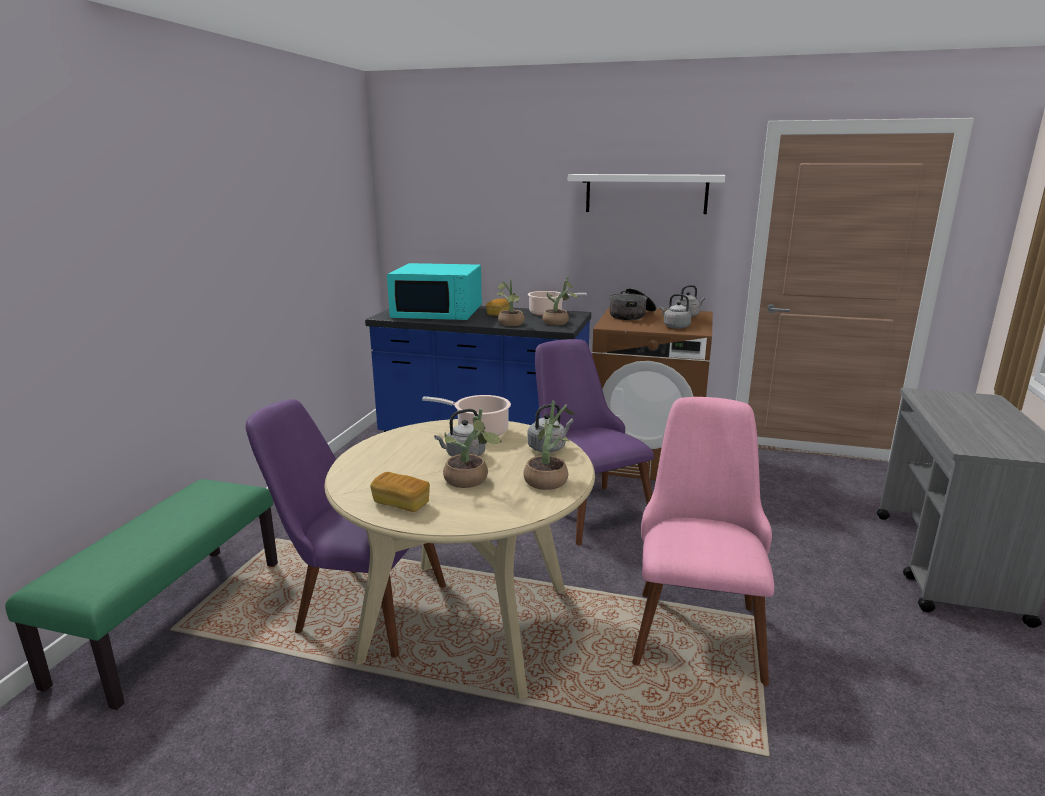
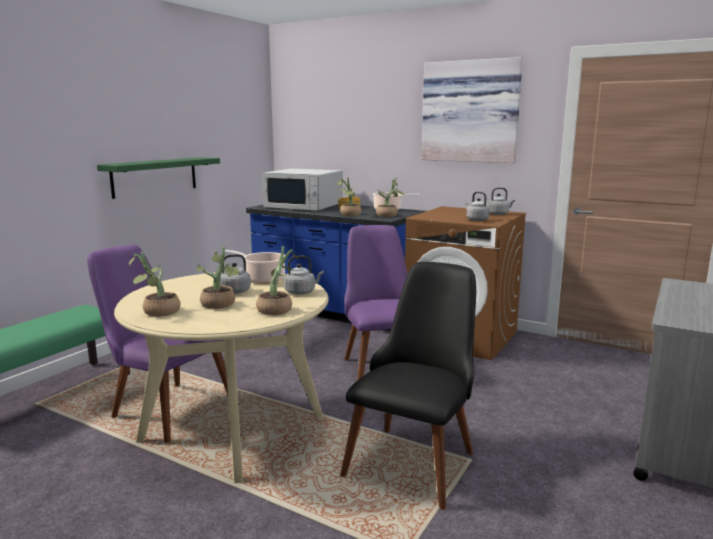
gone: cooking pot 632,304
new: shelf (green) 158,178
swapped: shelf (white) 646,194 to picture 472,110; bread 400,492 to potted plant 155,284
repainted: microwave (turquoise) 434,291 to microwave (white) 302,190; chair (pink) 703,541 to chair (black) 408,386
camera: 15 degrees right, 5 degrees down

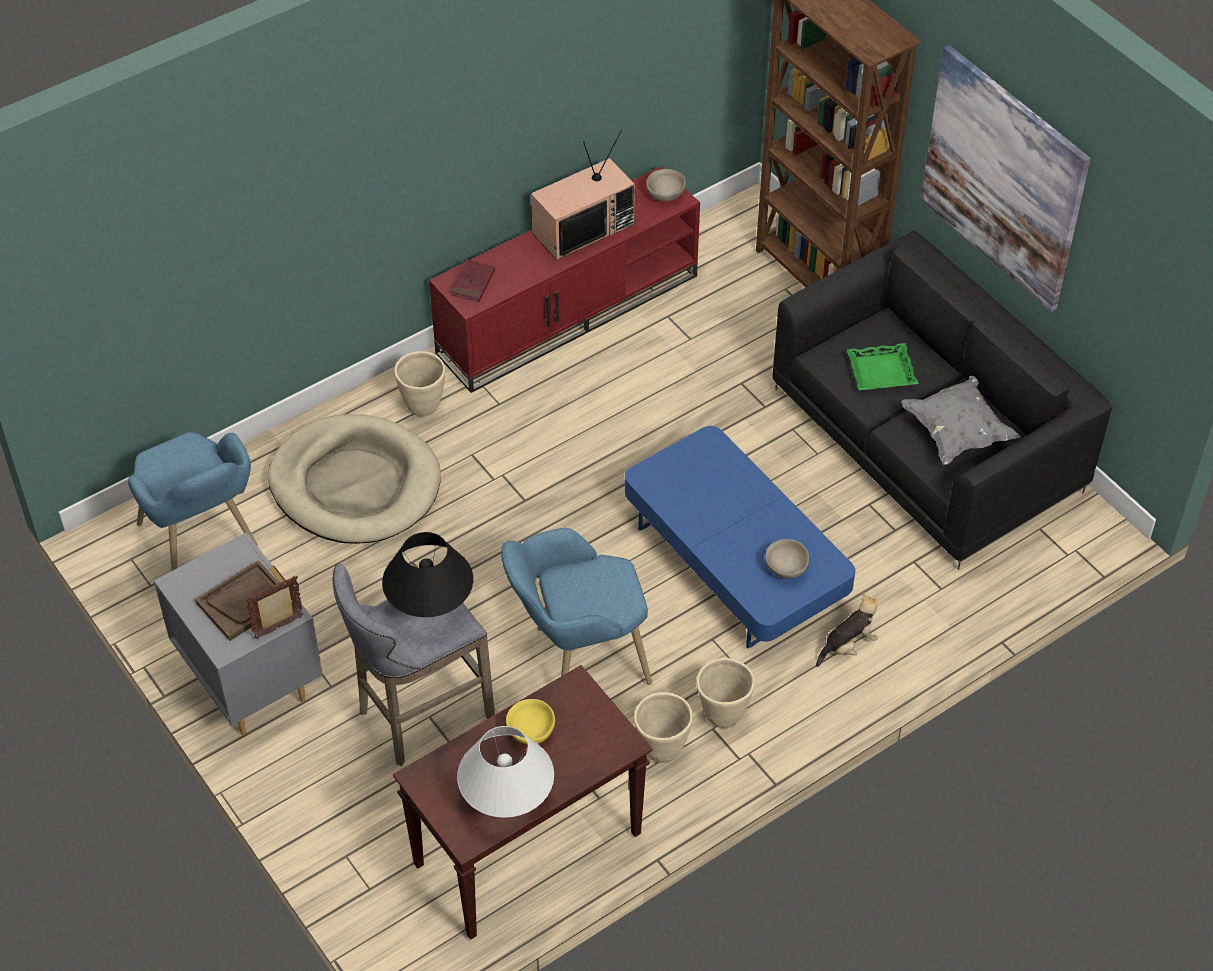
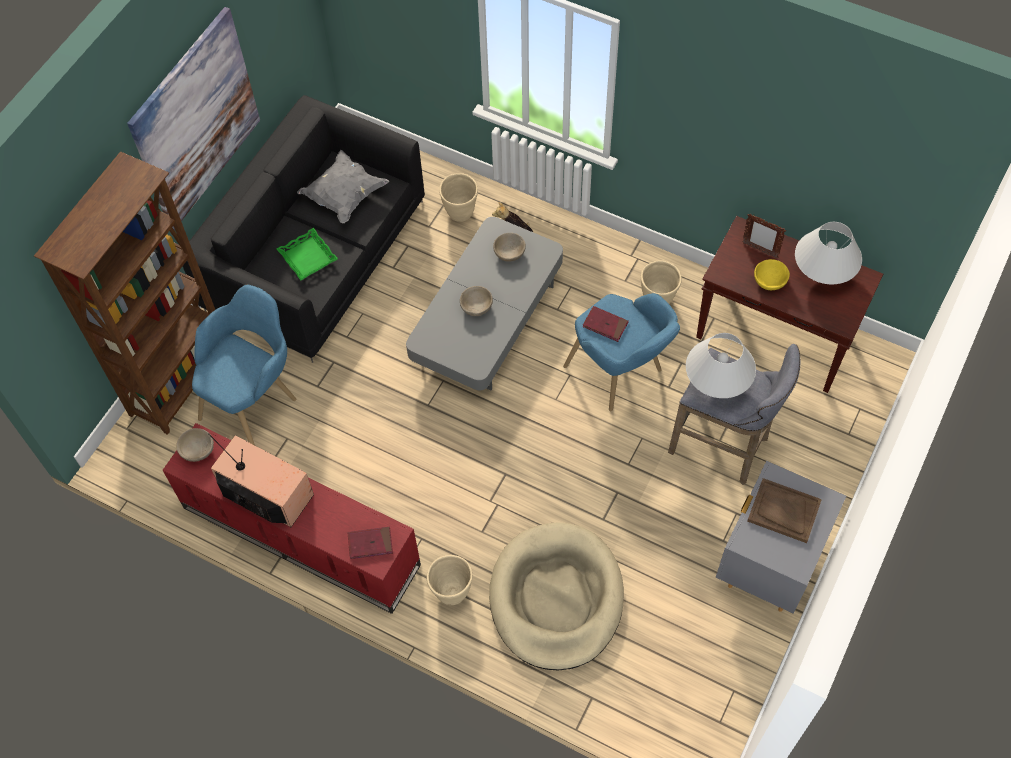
new: bowl (beige) 476,301; book (red) 605,324
shifted: armchair (blue) 193,501 to 244,364; picture frame 274,607 to 764,236; planter (beige) 725,693 to 458,197
repainted: coffee table (blue) 740,537 to coffee table (grey) 484,303; table lamp (black) 427,574 to table lamp (white) 721,365
camera: 115 degrees left, 10 degrees up

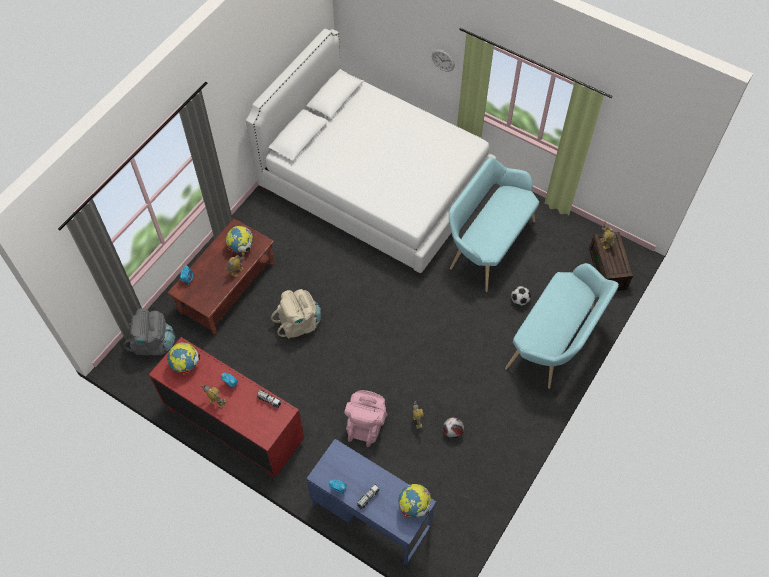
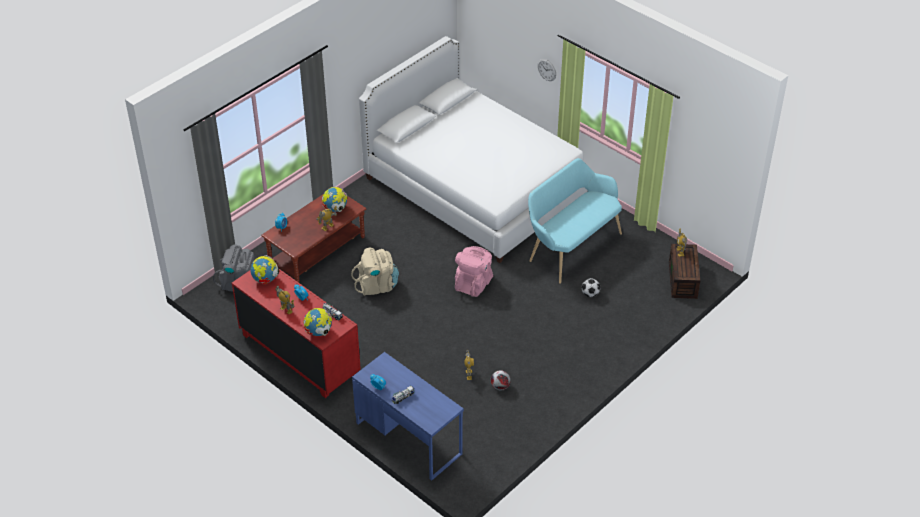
gone: bench (turquoise) 562,326
shifted: backpack (pink) 365,418 to 474,271; globe 414,501 to 318,322
camera: 10 degrees right, 15 degrees down

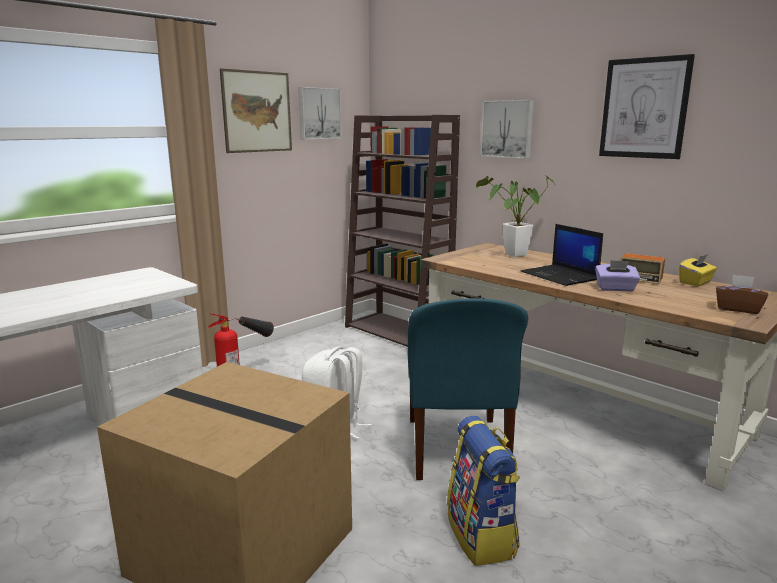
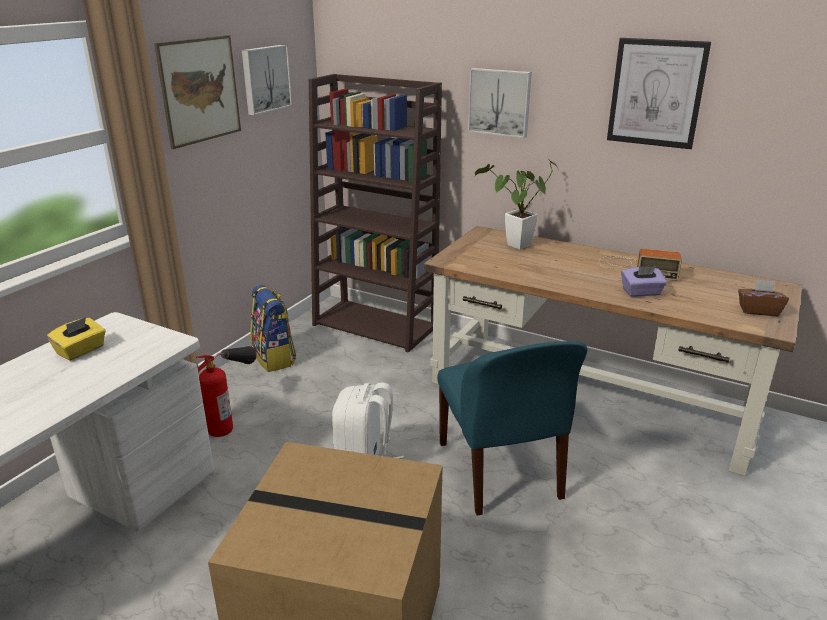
gone: laptop 562,255
shifted: tissue box (yellow) 698,270 to 76,339; backpack 483,491 to 273,328
camera: 15 degrees left, 10 degrees up

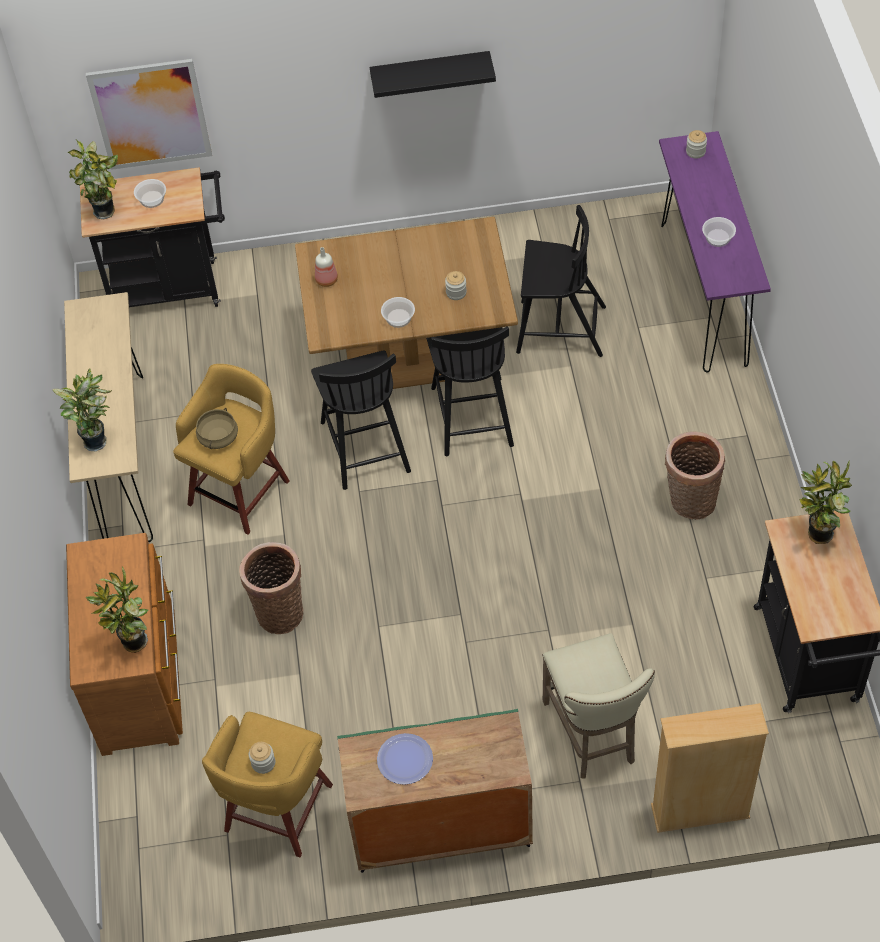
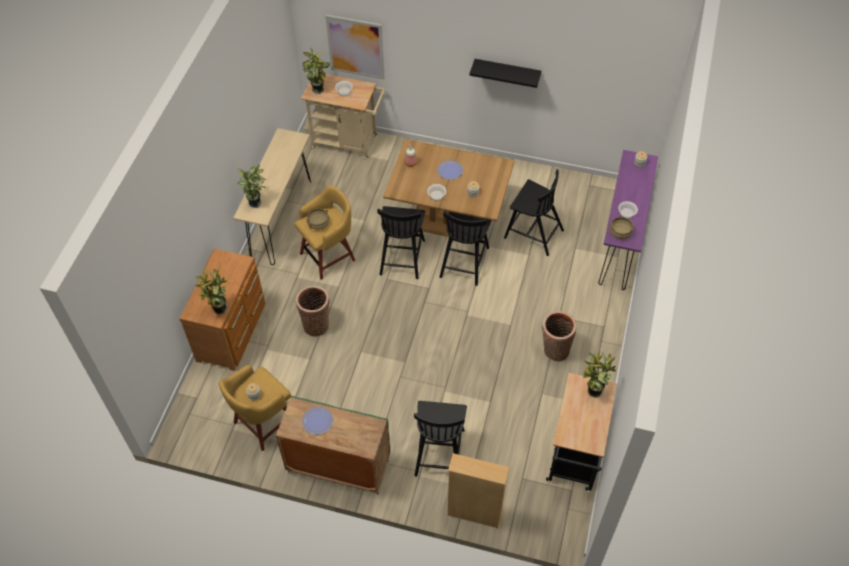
new: plate 450,170; cooking pot (beige) 621,227
swapped: stool (beige) 598,705 to chair (black) 440,439
repainted: cart (black) 152,237 to cart (beige) 343,116
camera: 20 degrees right, 0 degrees up

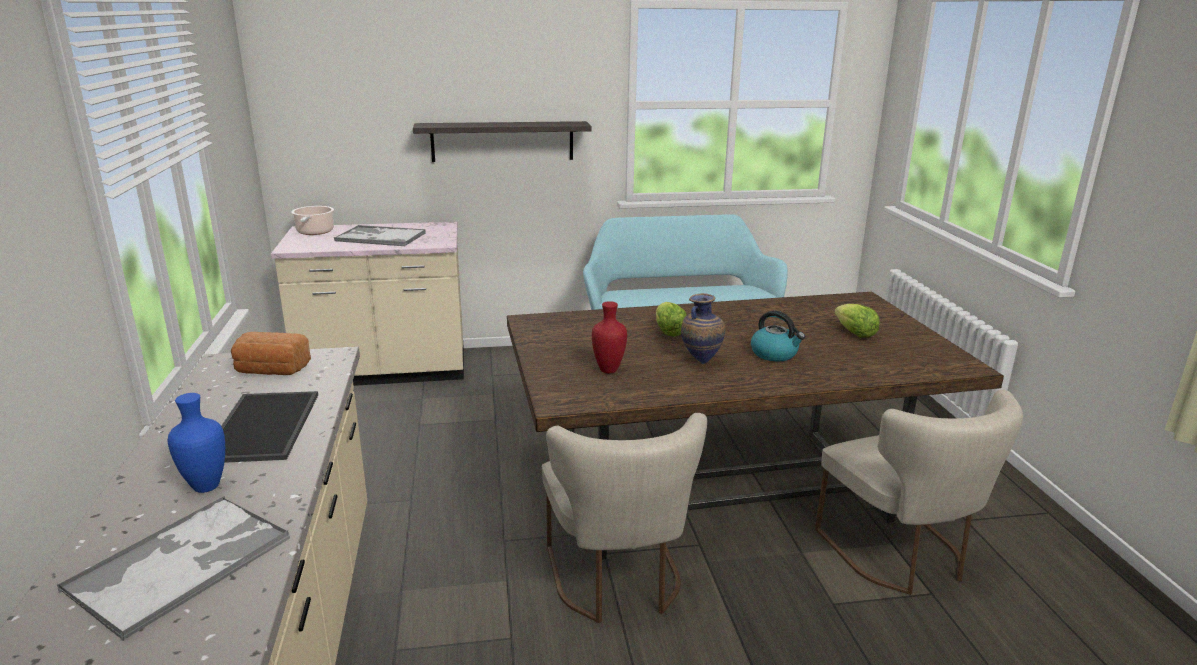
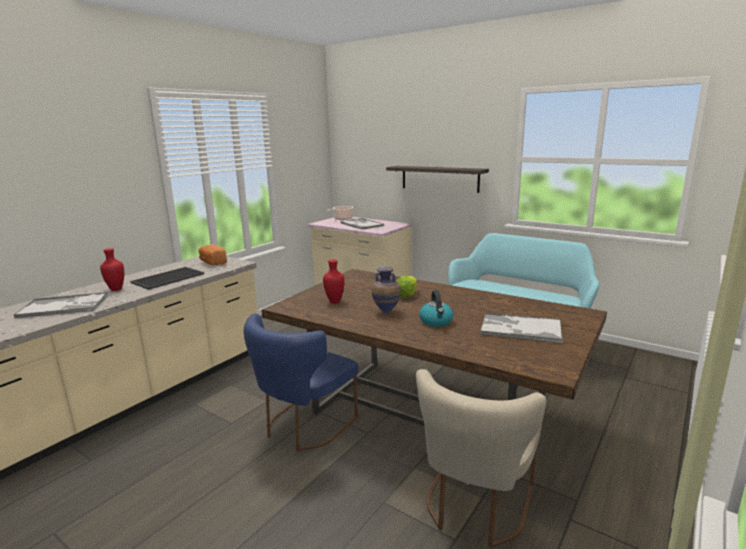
swapped: lettuce 857,321 to tray 521,328
repainted: vase (blue) 196,443 to vase (red) 112,269; chair (beige) 624,518 to chair (blue) 301,382
camera: 45 degrees right, 5 degrees down

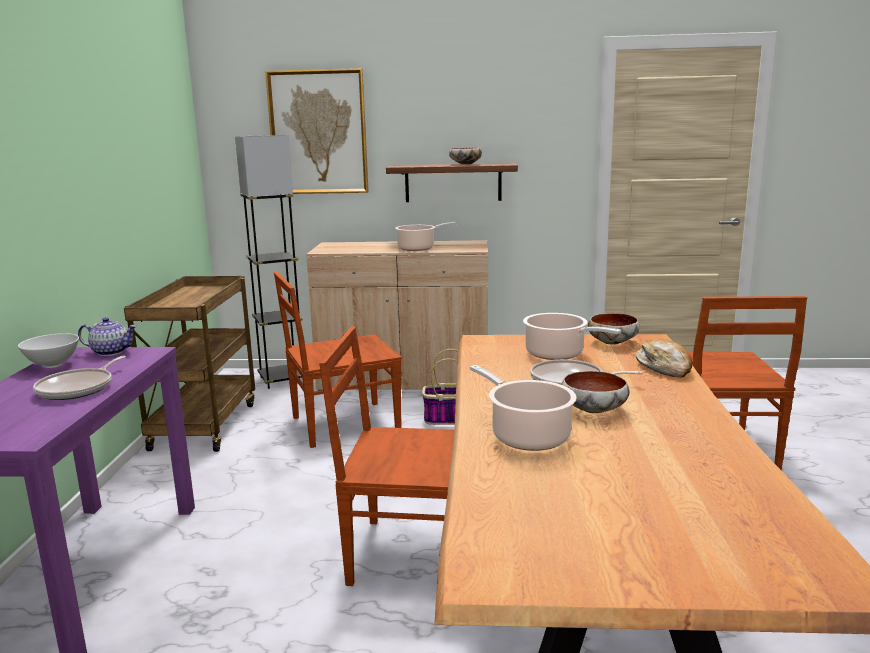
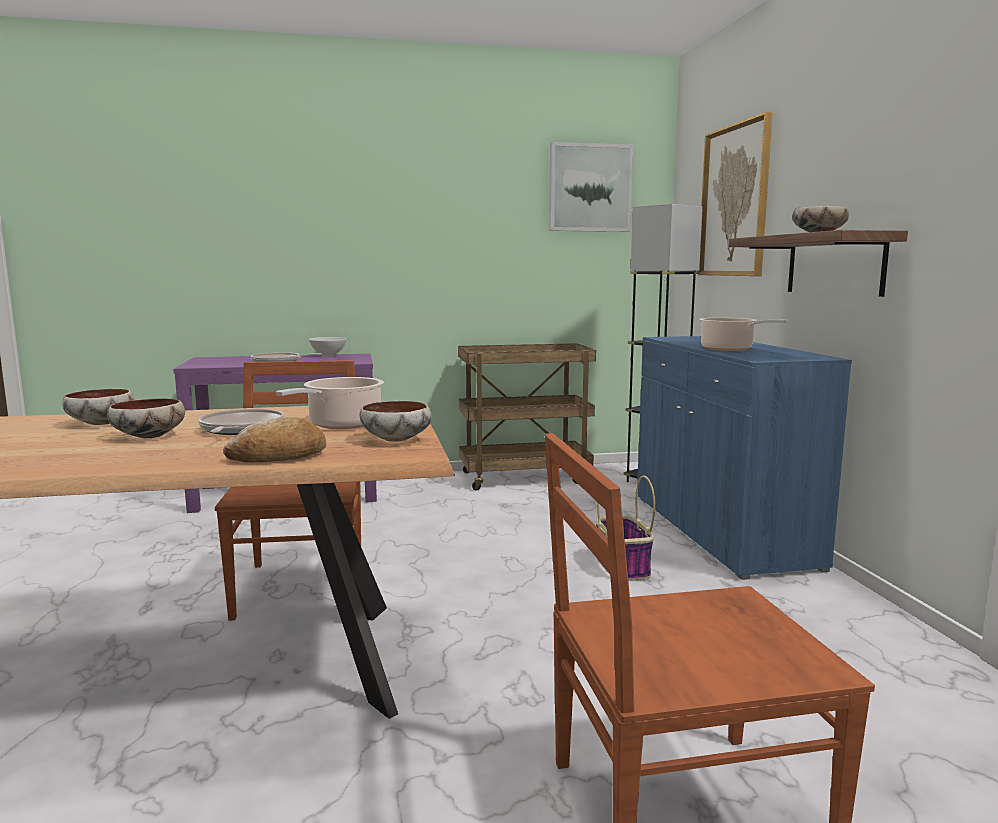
gone: chair (brown) 338,360; teapot 107,336
new: picture 591,187
swapped: cooking pot 523,408 to bowl 98,407
repainted: cabinet (beige) 397,315 to cabinet (blue) 744,458
camera: 75 degrees right, 5 degrees down

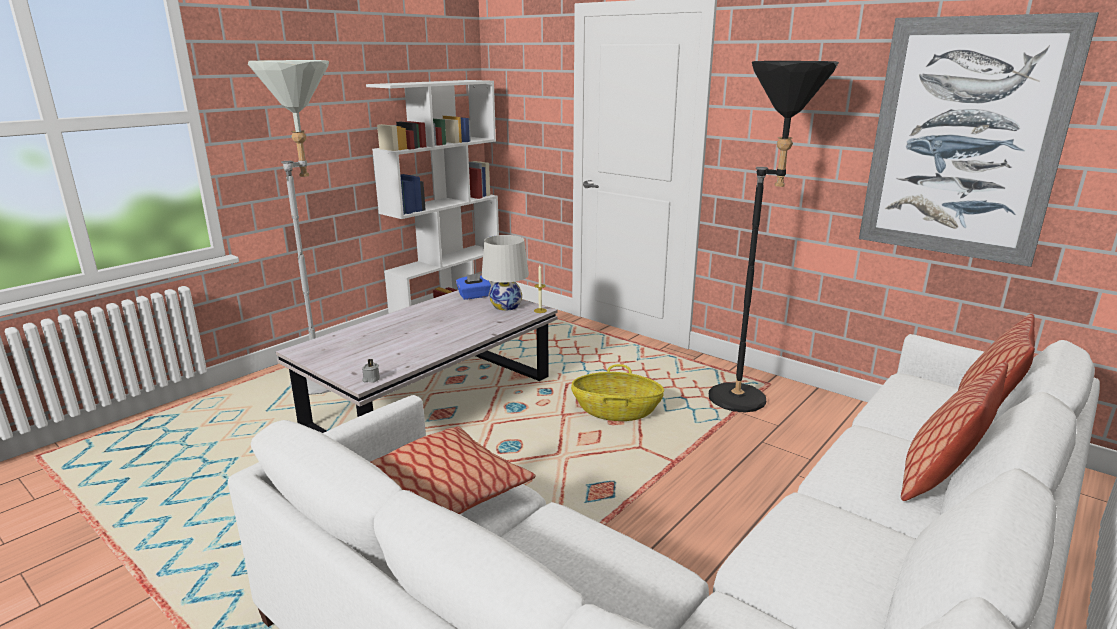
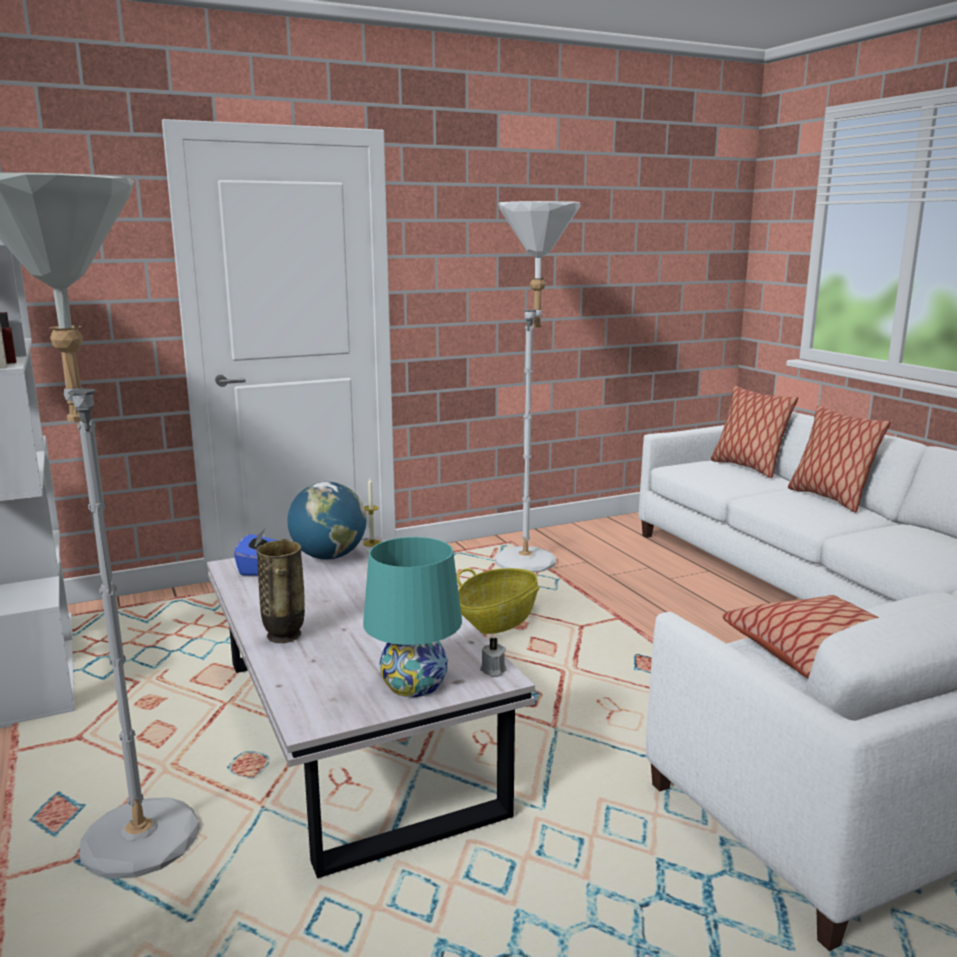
gone: picture 979,139
new: table lamp (turquoise) 412,617; vase 280,591
swapped: table lamp (white) 505,273 to globe 326,521
repainted: floor lamp (black) 774,236 to floor lamp (white) 537,386
camera: 65 degrees left, 5 degrees down

